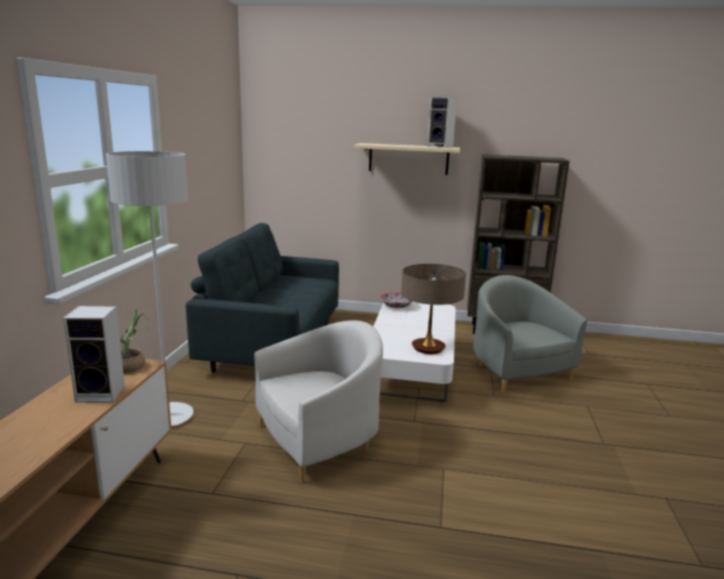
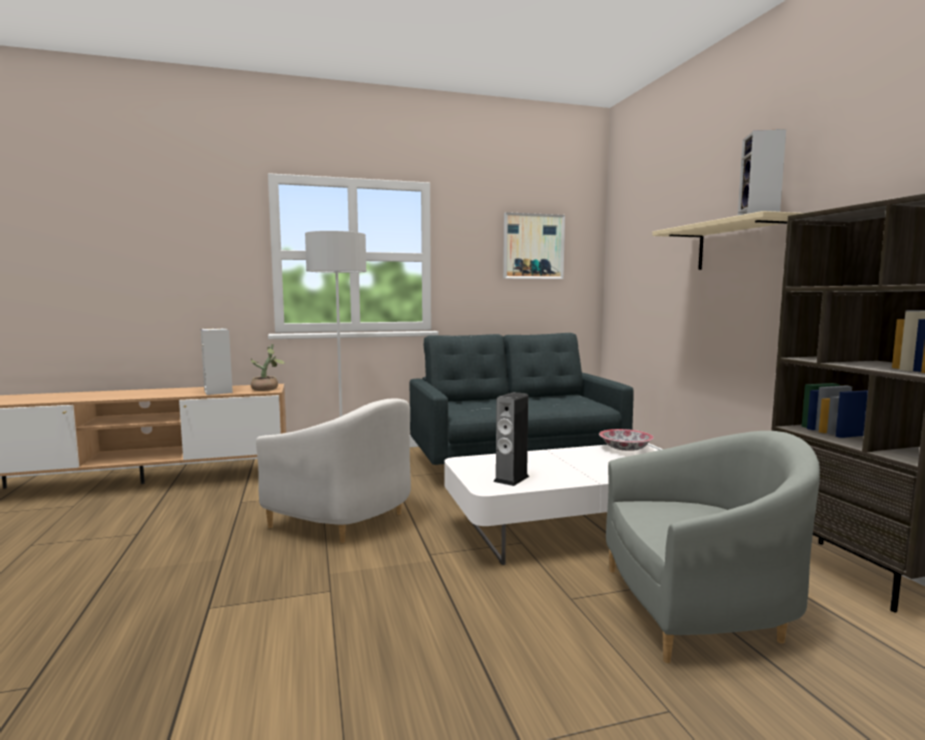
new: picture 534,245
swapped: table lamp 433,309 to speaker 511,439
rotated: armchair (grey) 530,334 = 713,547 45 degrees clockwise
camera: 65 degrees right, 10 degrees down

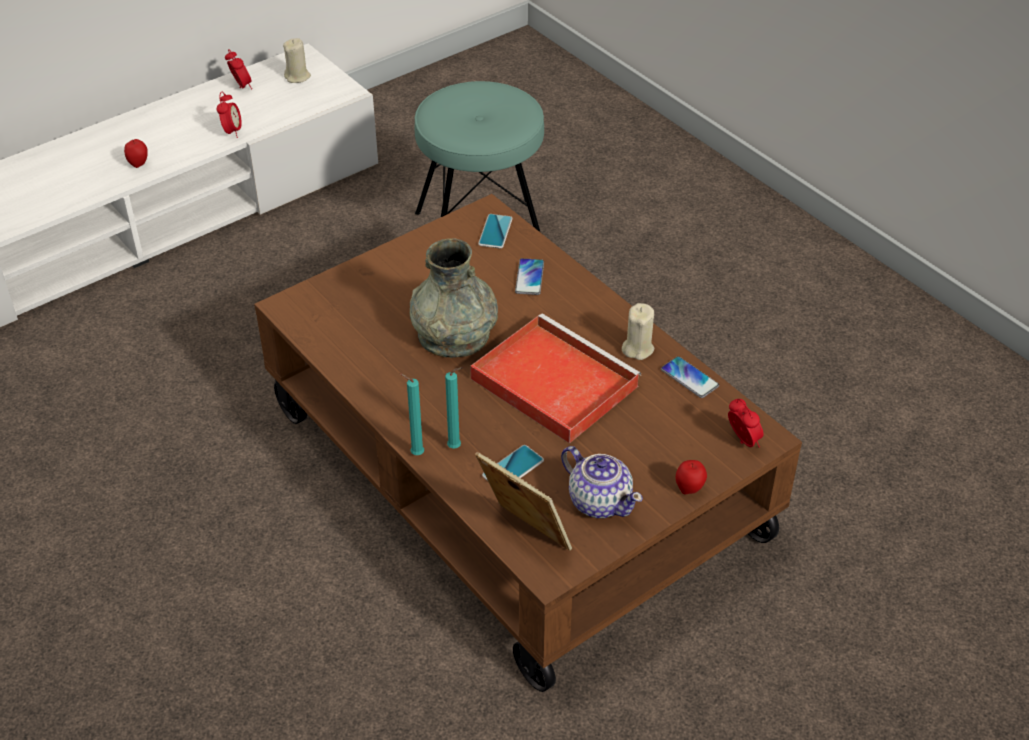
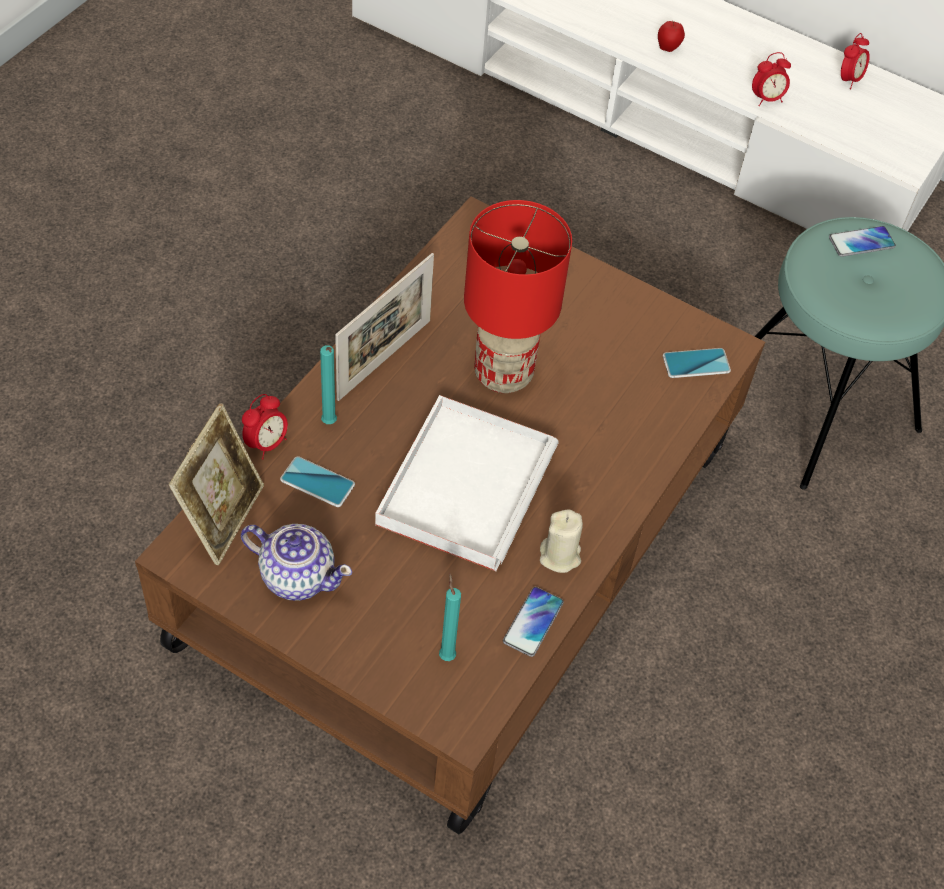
gone: candle (beige) 297,60; apple 691,477
new: picture frame 384,327
shifted: phone 529,276 to 862,241; candle (turquoise) 412,414 to 450,617; alarm clock 746,423 to 265,426
swapped: vase (grey) 454,298 to table lamp (red) 518,296
repainted: tray (red) 555,379 to tray (white) 466,483
rotated: teapot 602,482 = 296,562 90 degrees counterclockwise
camera: 65 degrees right, 10 degrees up

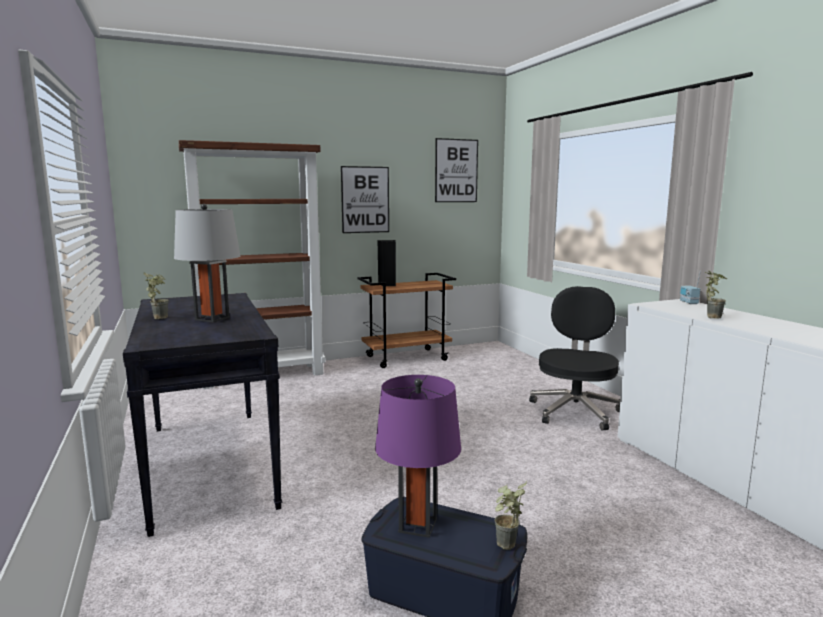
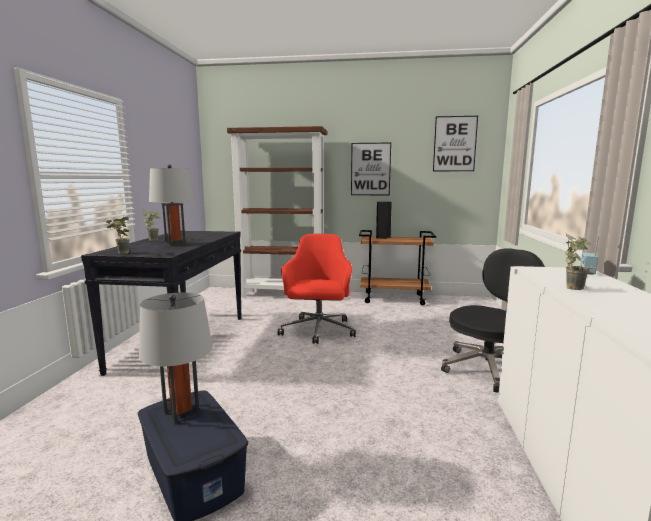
new: office chair (red) 317,289
shifted: potted plant 511,515 to 118,235
repainted: table lamp (purple) 418,456 to table lamp (grey) 176,359
camera: 30 degrees right, 0 degrees up

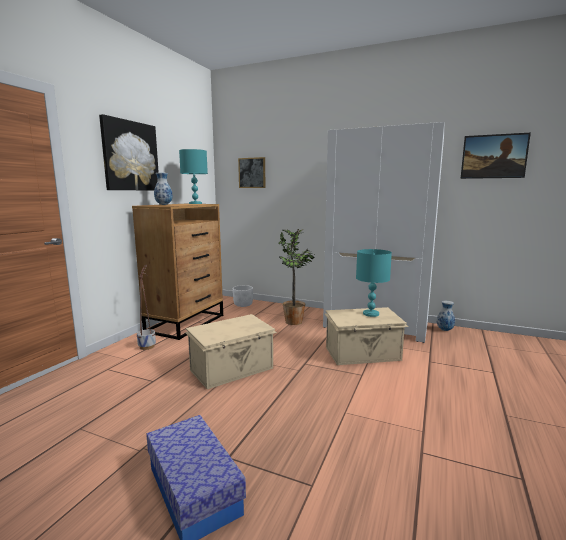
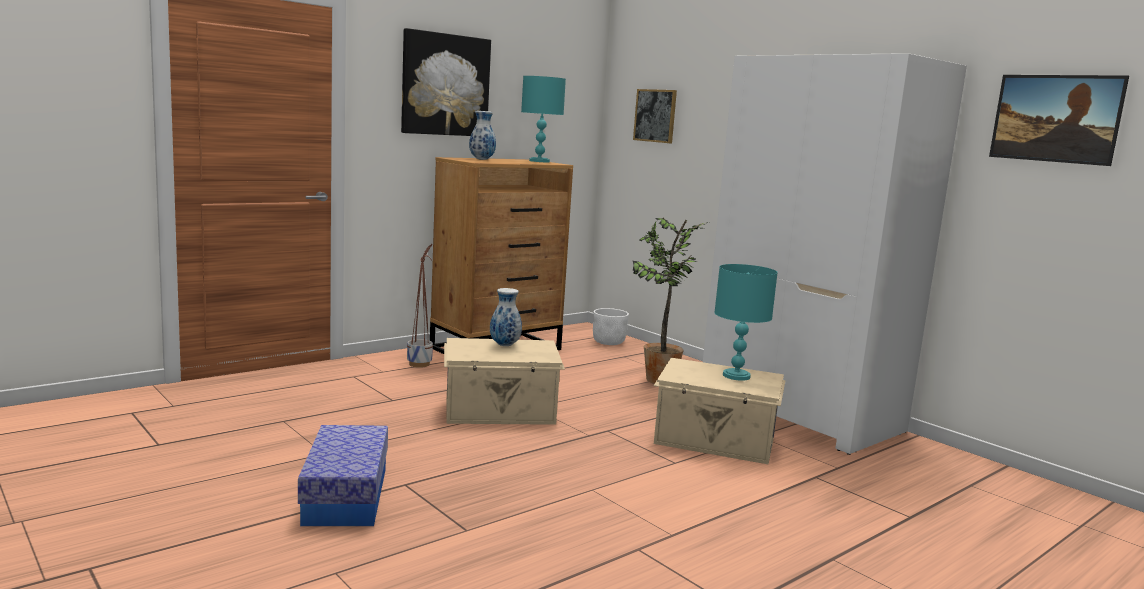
shifted: vase 446,316 to 506,317
camera: 25 degrees right, 0 degrees up

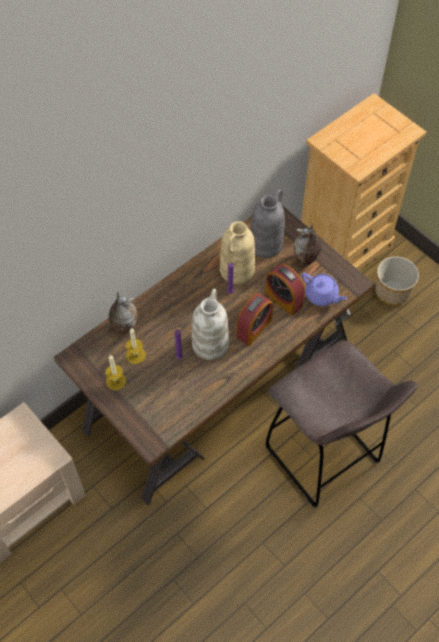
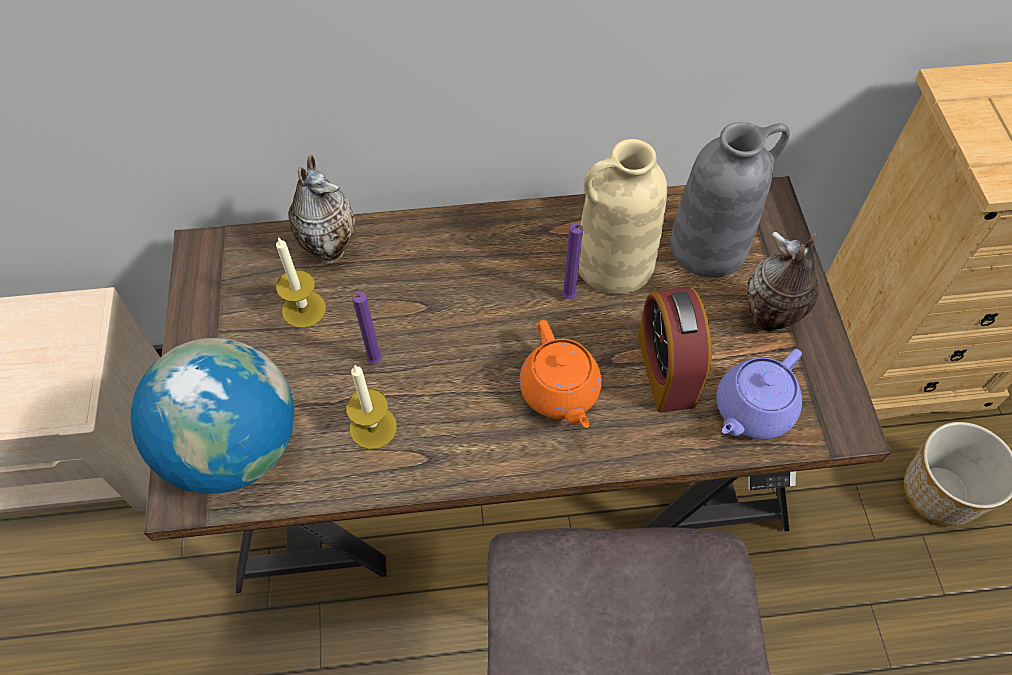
gone: vase (white) 210,324
new: globe 212,416
shifted: candle 115,373 to 371,406
swapped: alarm clock 254,319 to teapot (orange) 560,374
rotated: teapot (purple) 325,289 = 759,394 60 degrees clockwise
camera: 35 degrees right, 0 degrees up

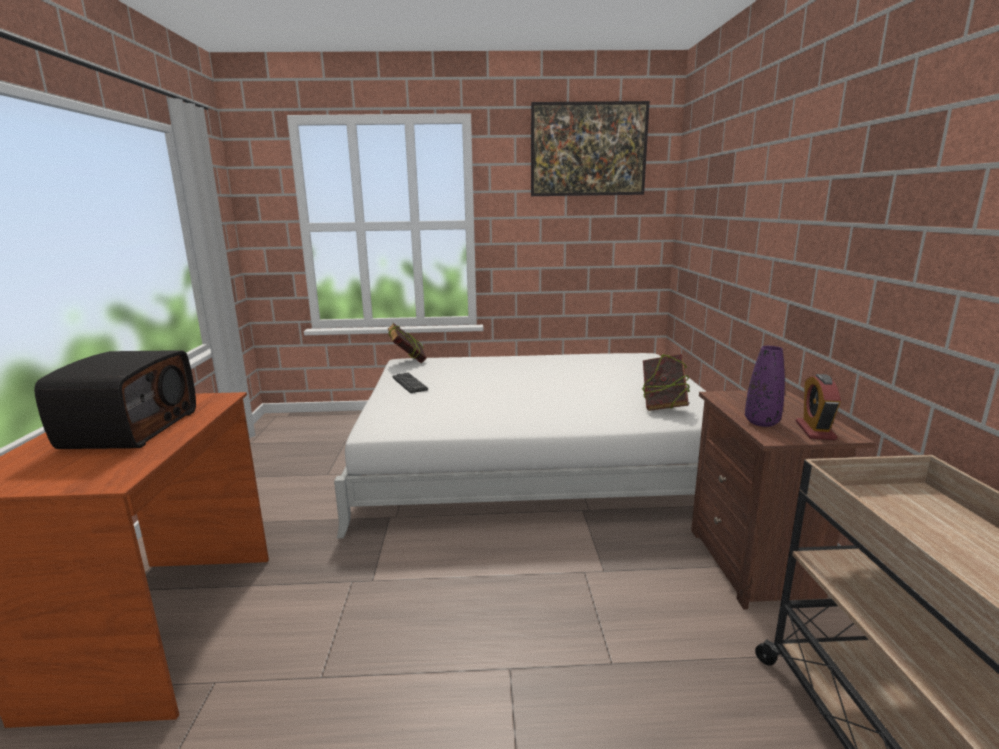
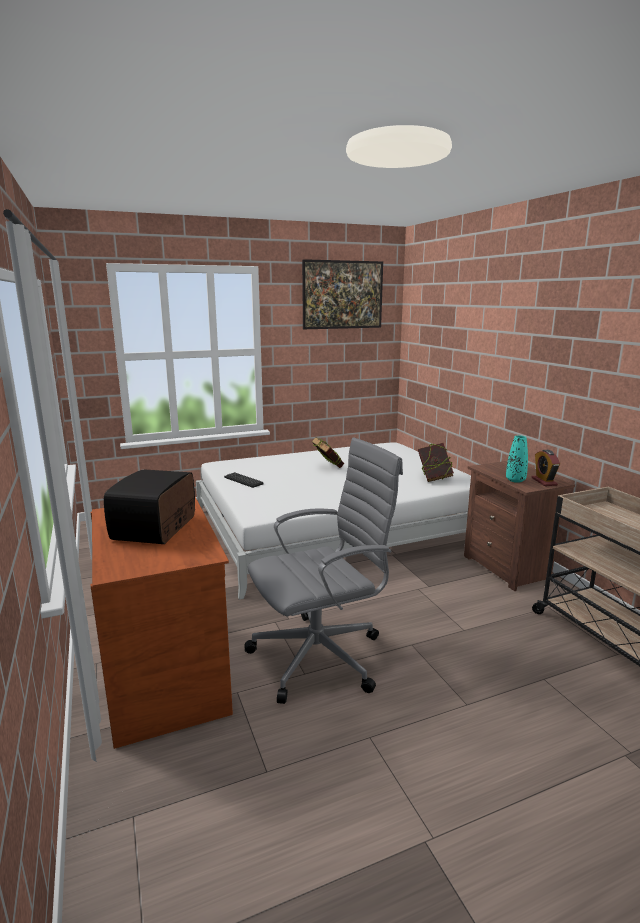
new: office chair (grey) 323,570
shifted: book 407,343 to 327,452
repainted: vase (purple) 765,386 to vase (turquoise) 517,459
rotated: radio 115,399 = 149,506 150 degrees counterclockwise
camera: 20 degrees left, 0 degrees up

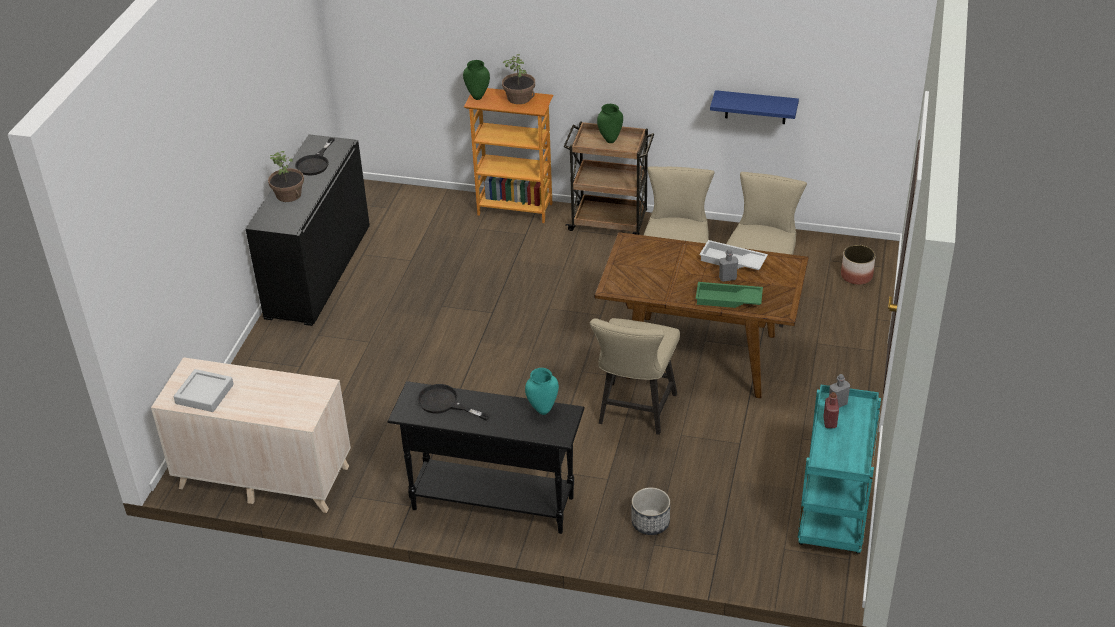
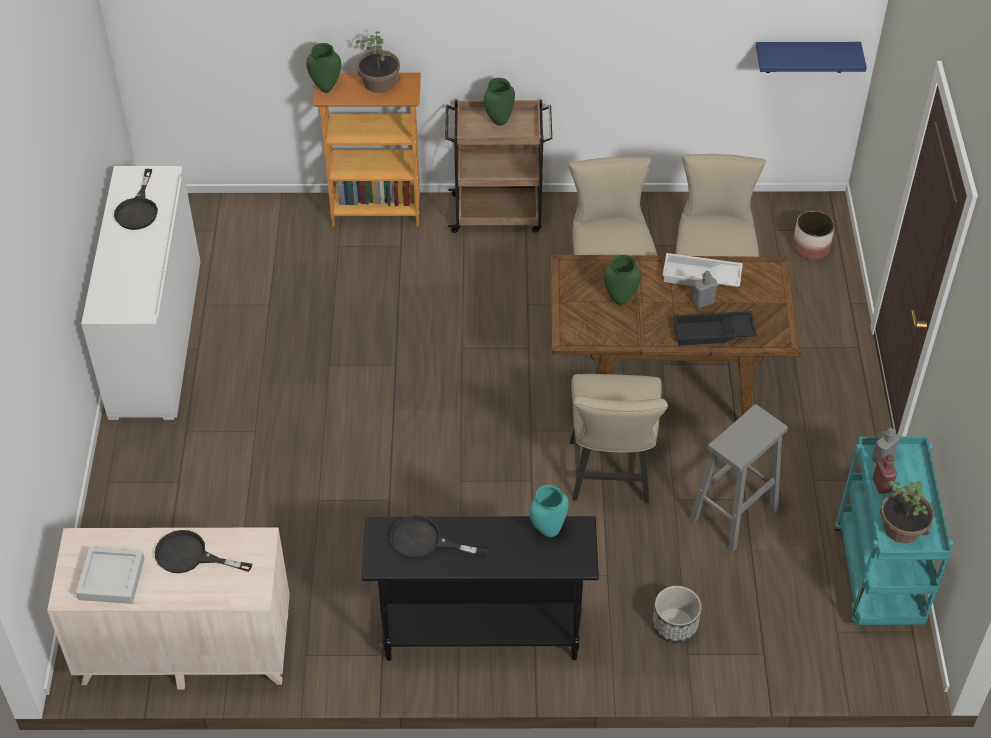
new: vase (green) 622,280; stool (grey) 739,478; frying pan (black) 203,551
shifted: shelf (blue) 754,107 to 811,57; potted plant 286,176 to 907,511
repainted: cabinet (black) 308,230 to cabinet (white) 141,293; tray (green) 729,295 to tray (black) 715,328
camera: 15 degrees left, 10 degrees up

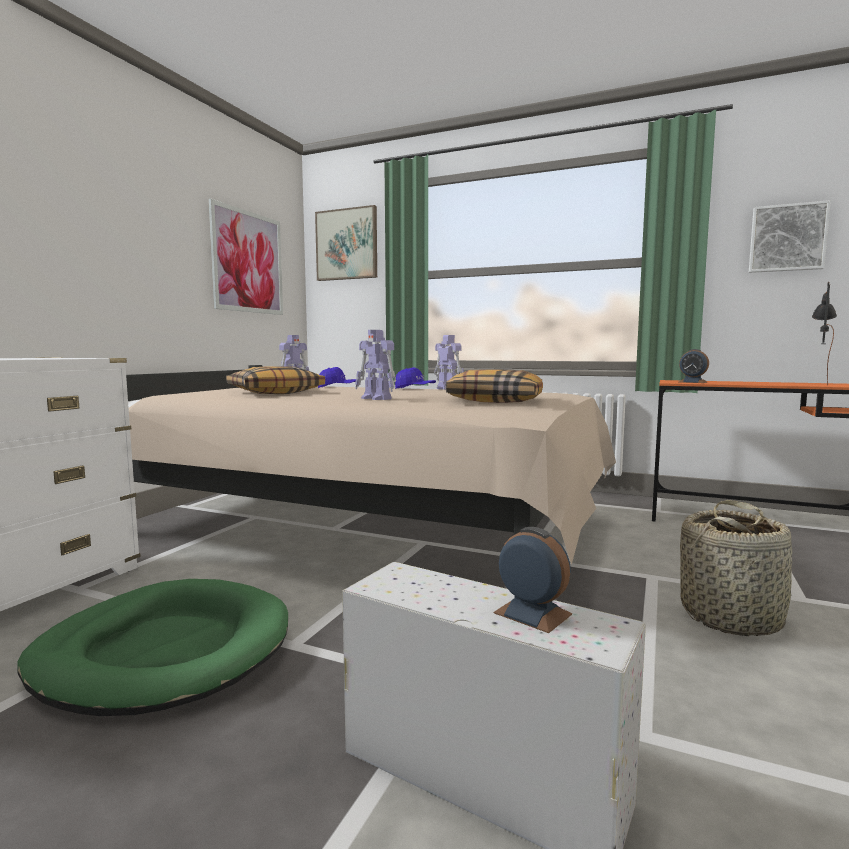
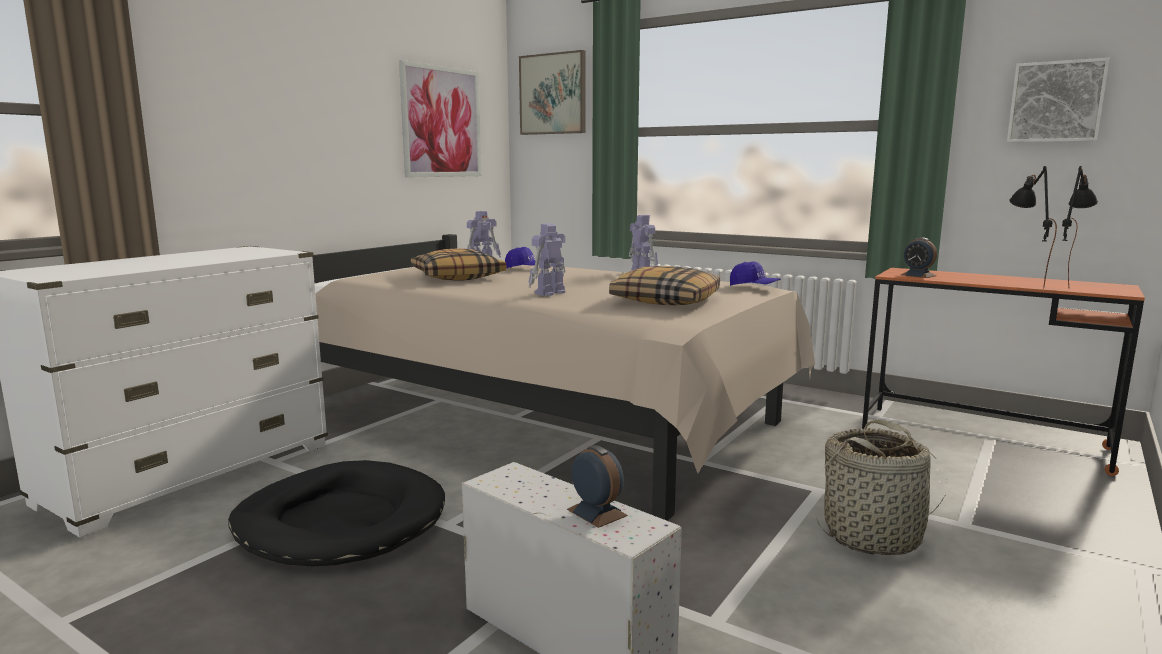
new: table lamp (black) 1033,227
shifted: cap (blue) 415,378 to 755,273
repainted: dog bed (green) 152,647 to dog bed (black) 336,513
rotated: toy robot 375,365 = 546,259 75 degrees clockwise
camera: 10 degrees right, 5 degrees up

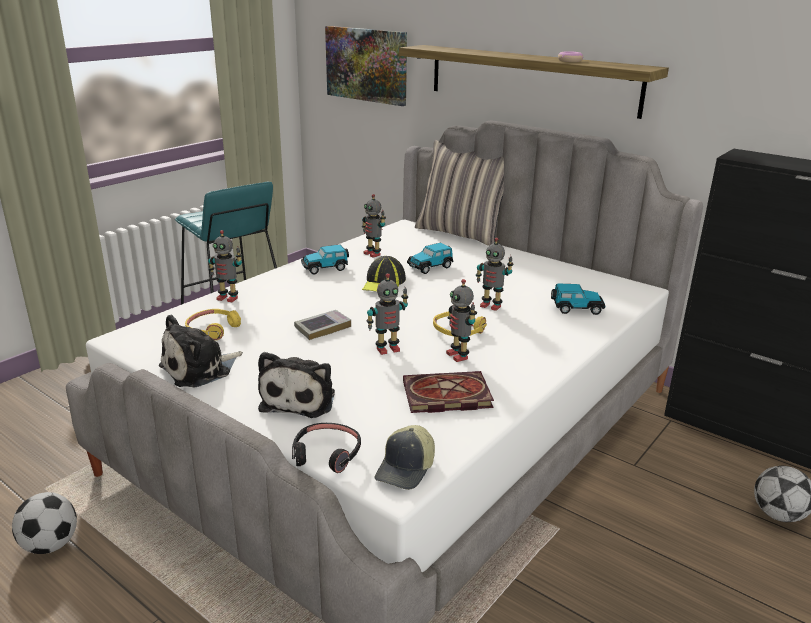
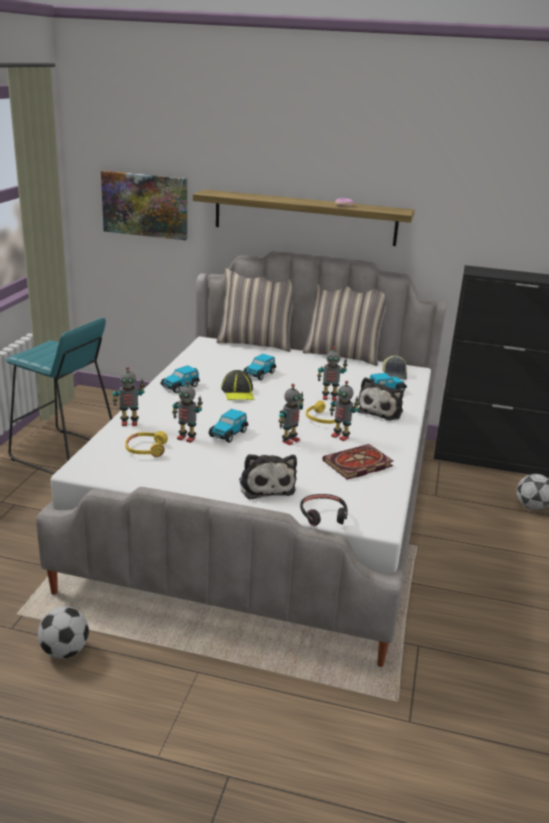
new: pillow 344,325
shifted: toy robot 374,226 to 187,412; plush toy 201,350 to 380,398; cap 405,457 to 394,367
swapped: book 322,325 to toy car 228,426
camera: 25 degrees left, 0 degrees up

